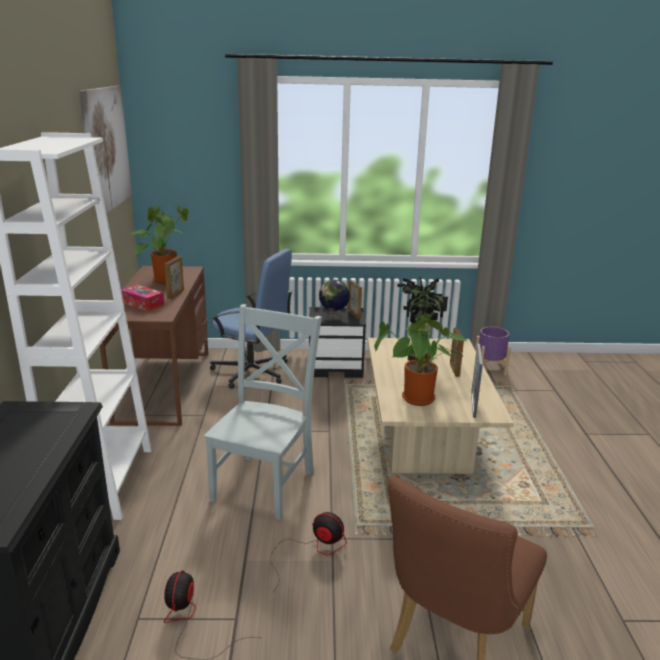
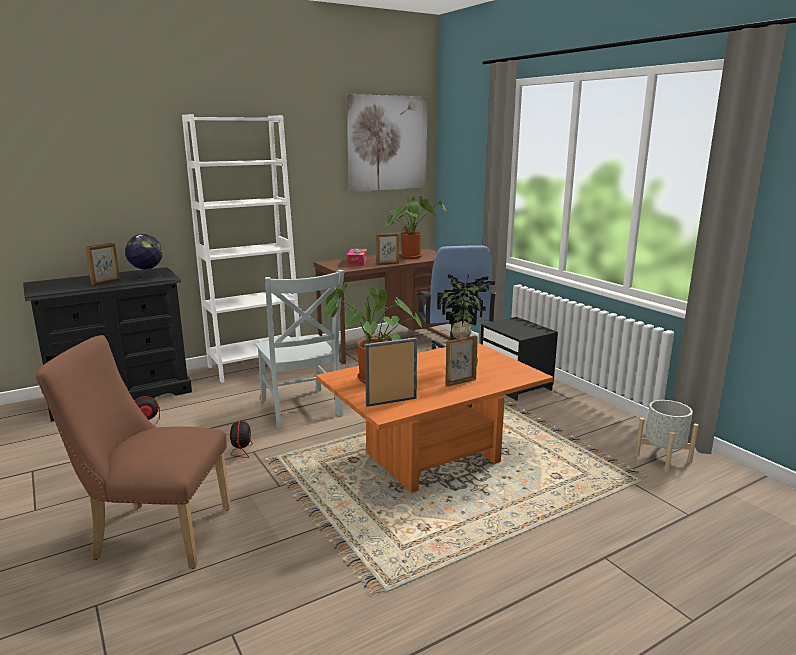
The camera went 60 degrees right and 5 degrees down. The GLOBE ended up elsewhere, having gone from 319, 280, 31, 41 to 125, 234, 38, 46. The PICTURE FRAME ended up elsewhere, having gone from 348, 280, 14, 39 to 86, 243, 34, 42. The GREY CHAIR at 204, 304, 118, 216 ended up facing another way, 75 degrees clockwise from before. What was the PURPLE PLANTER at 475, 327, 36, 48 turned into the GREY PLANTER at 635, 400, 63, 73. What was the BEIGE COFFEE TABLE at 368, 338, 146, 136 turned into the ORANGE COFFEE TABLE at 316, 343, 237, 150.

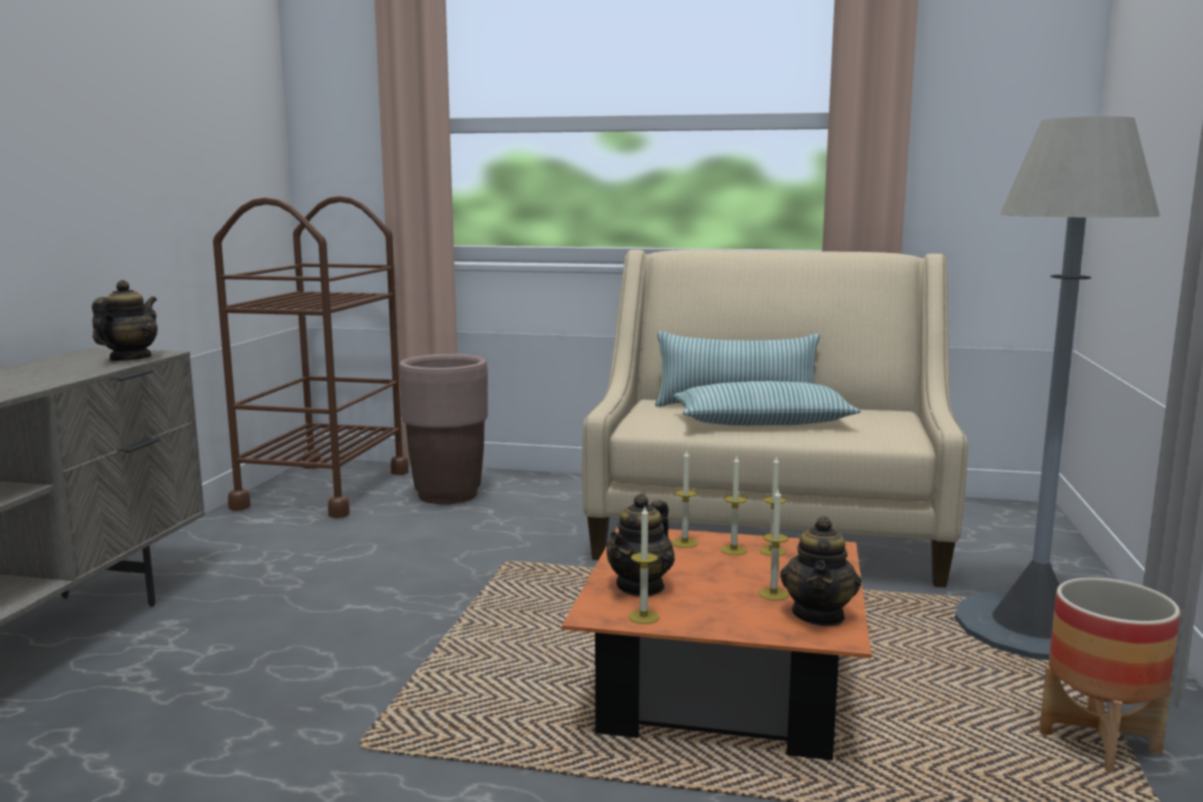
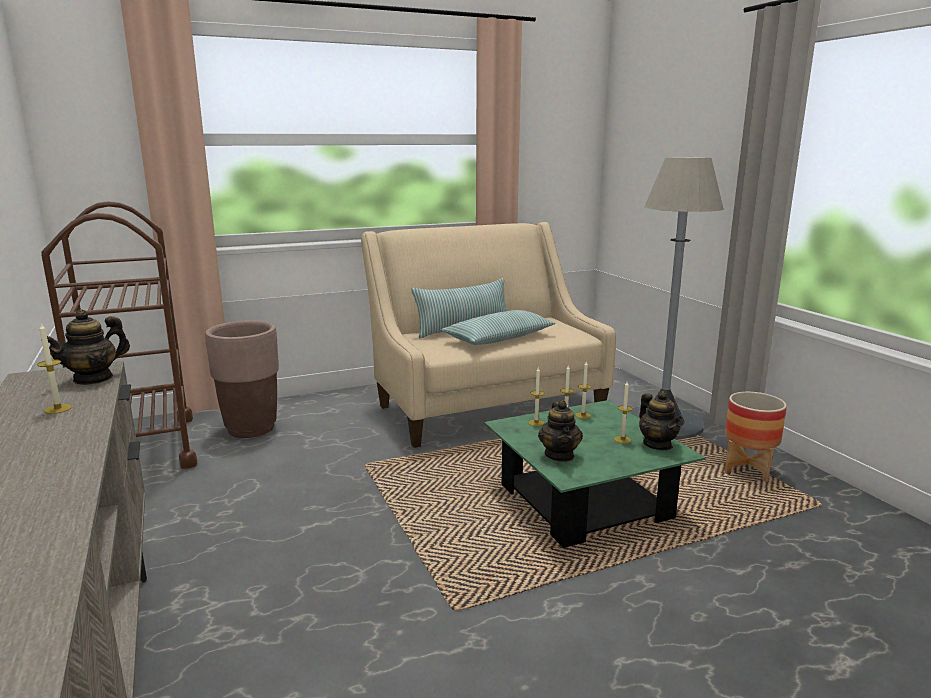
The camera went 35 degrees left and 5 degrees up. The TEAPOT at 92, 280, 66, 81 ended up facing another way, 120 degrees counterclockwise from before. The CANDLE ended up elsewhere, having gone from 628, 507, 31, 117 to 37, 323, 35, 91. What was the ORANGE COFFEE TABLE at 562, 526, 309, 234 turned into the GREEN COFFEE TABLE at 484, 400, 222, 148.

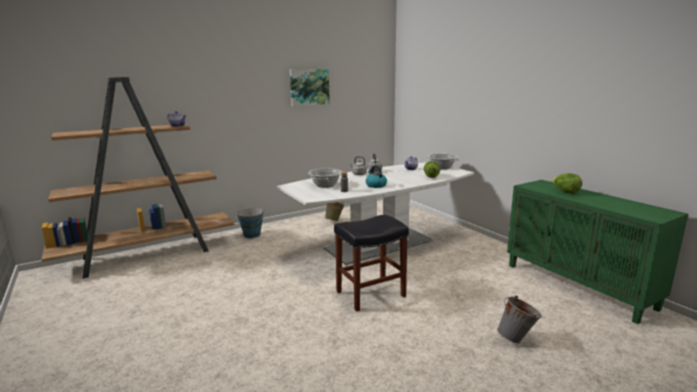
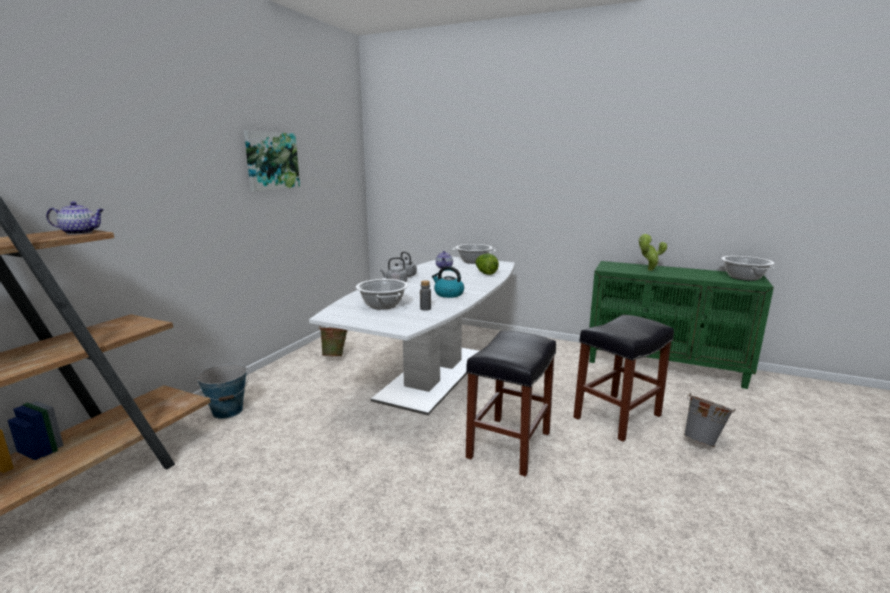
The camera went 35 degrees left and 0 degrees up. Where the LETTUCE stood at 551, 173, 31, 21, the POTTED PLANT came to stand at 639, 234, 28, 37. The second view gained the COOKING POT at 721, 256, 55, 25. The second view gained the BLACK STOOL at 573, 315, 101, 127.

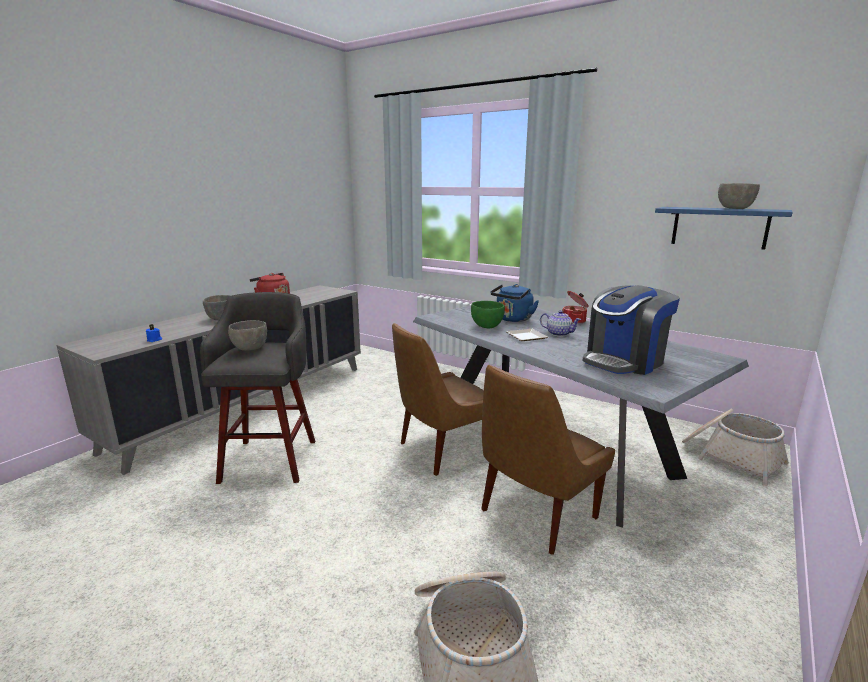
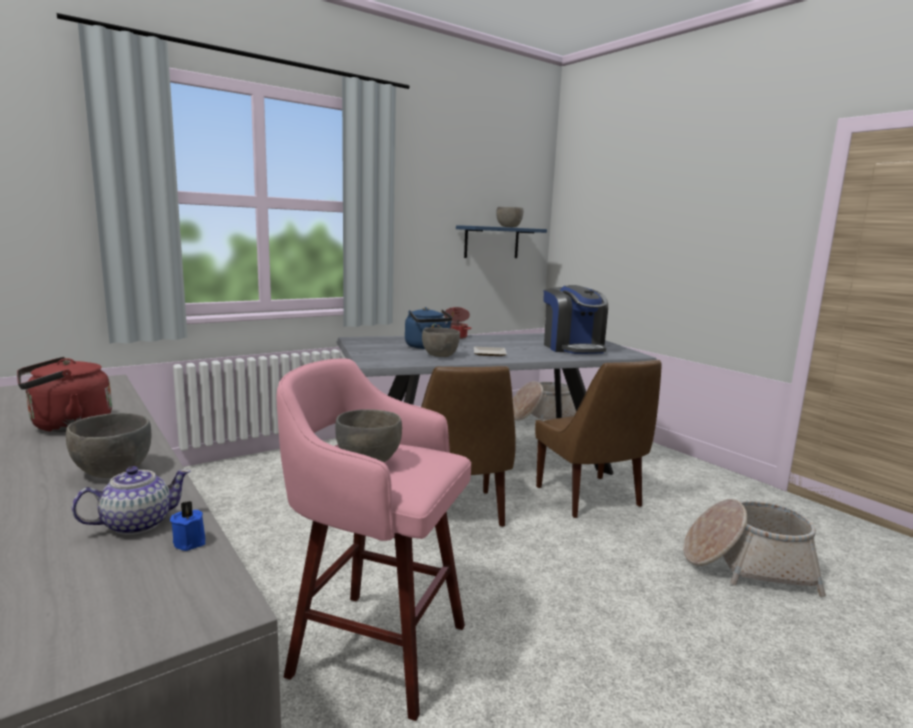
The camera went 70 degrees left and 5 degrees down. What was the GREY STOOL at 200, 292, 115, 192 turned into the PINK STOOL at 276, 359, 195, 362. What was the GREEN BOWL at 471, 301, 34, 27 turned into the GREY BOWL at 422, 328, 38, 29. The TEAPOT ended up elsewhere, having gone from 540, 310, 41, 27 to 72, 466, 118, 69.

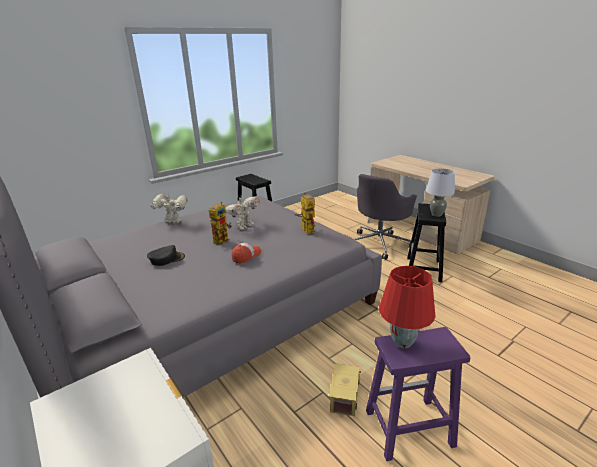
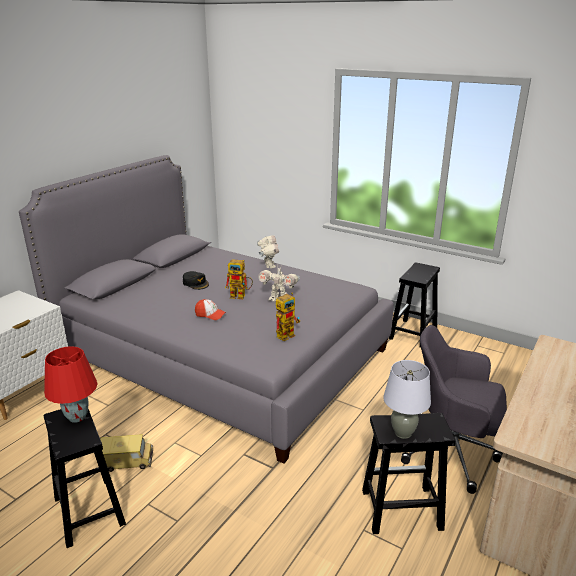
The camera went 70 degrees right and 0 degrees up. What was the PURPLE STOOL at 366, 327, 104, 134 turned into the BLACK STOOL at 43, 409, 83, 139.

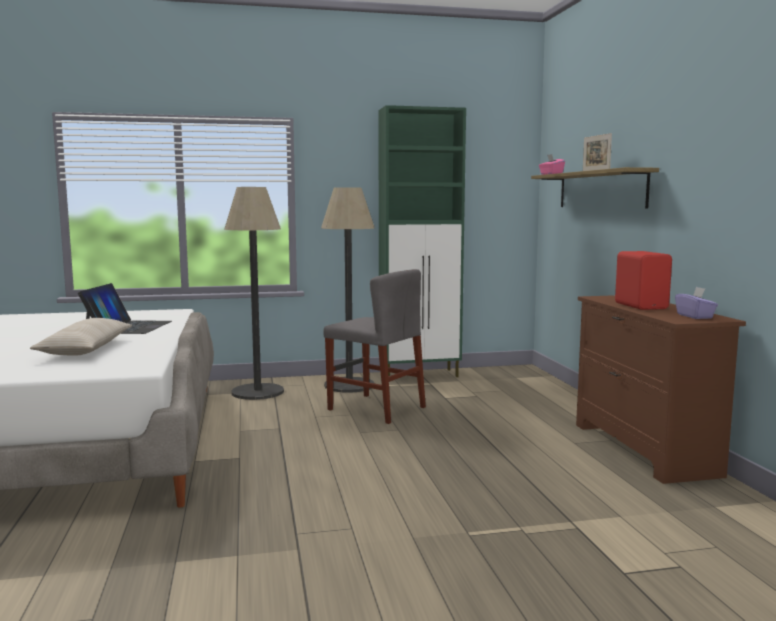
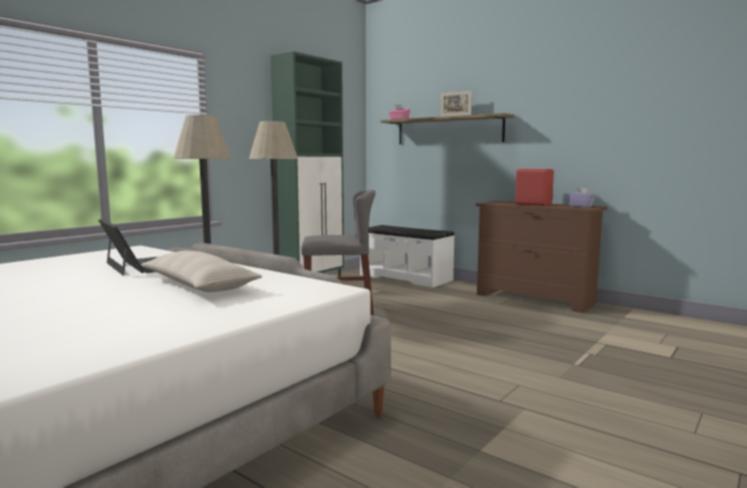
The camera went 40 degrees left and 0 degrees up. The second view gained the WHITE BENCH at 360, 225, 95, 63.

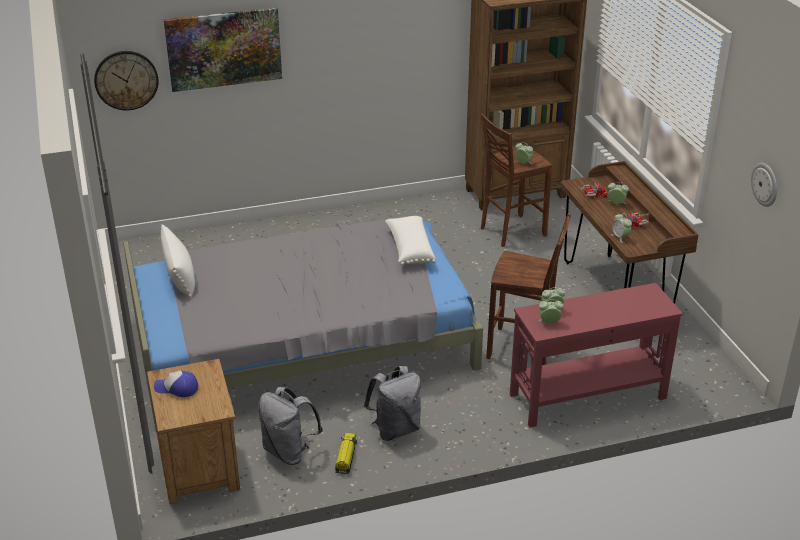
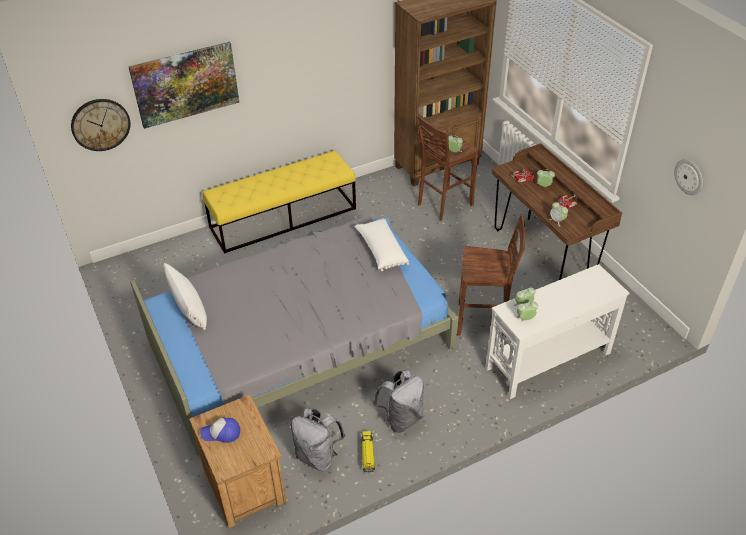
The camera went 10 degrees left and 10 degrees up. What was the RED CONSOLE TABLE at 510, 283, 173, 145 turned into the WHITE CONSOLE TABLE at 485, 264, 144, 135. The second view gained the YELLOW BENCH at 202, 151, 154, 103.

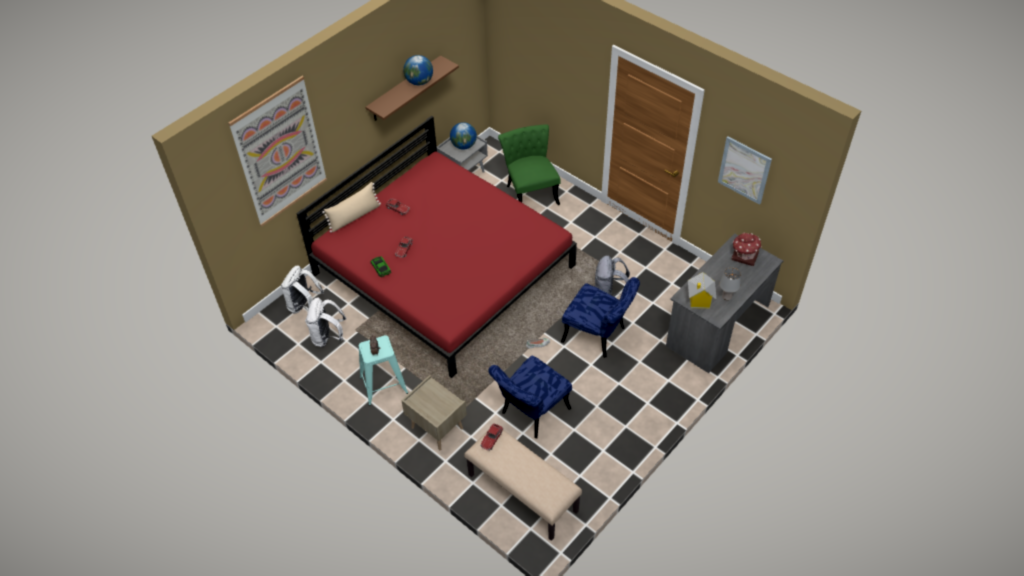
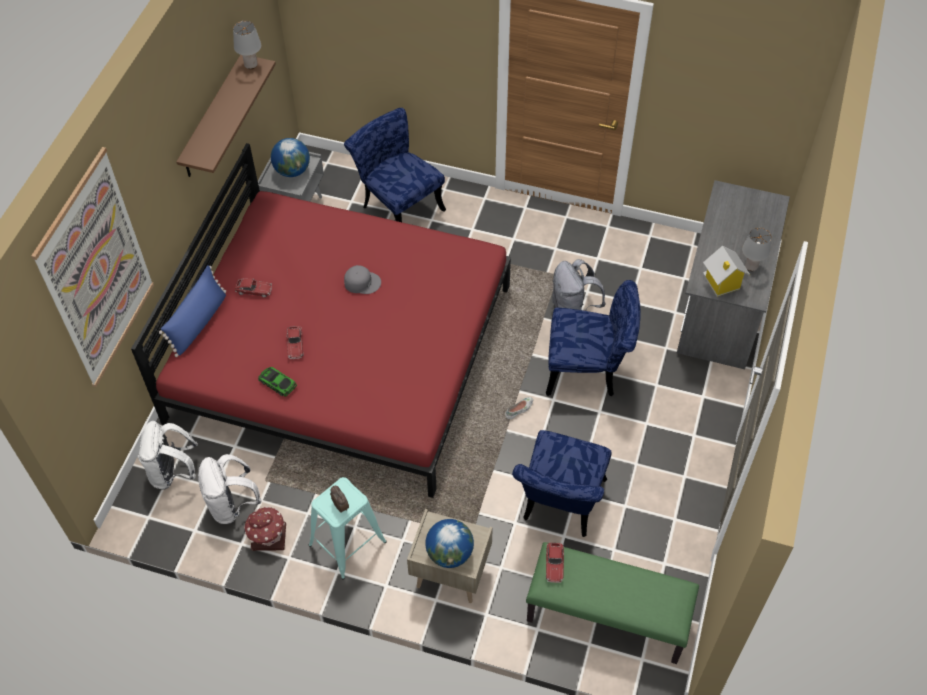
The camera went 25 degrees left and 5 degrees up. The GLOBE ended up elsewhere, having gone from 403, 55, 30, 30 to 425, 519, 49, 49. What was the GREEN CHAIR at 498, 124, 63, 81 turned into the BLUE CHAIR at 344, 108, 102, 114. The second view lost the PICTURE at 718, 136, 54, 69. What was the BEIGE PILLOW at 322, 182, 59, 51 turned into the BLUE PILLOW at 159, 265, 67, 92. The TOY HOUSE ended up elsewhere, having gone from 731, 233, 31, 33 to 244, 506, 42, 45. What was the BEIGE BENCH at 464, 430, 118, 111 turned into the GREEN BENCH at 526, 542, 173, 122. The second view gained the GREY TABLE LAMP at 233, 21, 28, 48. The second view gained the GREY CAP at 344, 265, 37, 29.

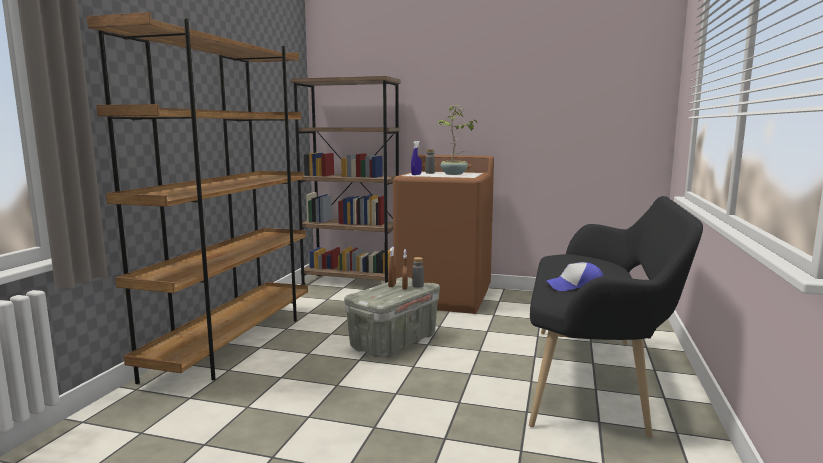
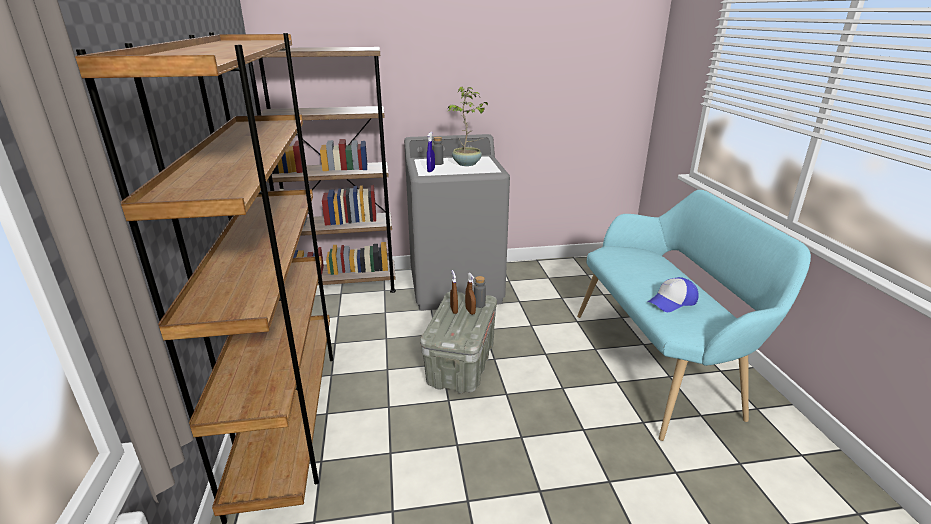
The camera went 25 degrees left and 15 degrees up. What was the BROWN WASHING MACHINE at 393, 155, 101, 159 turned into the GREY WASHING MACHINE at 404, 134, 106, 177. What was the BLACK BENCH at 529, 196, 174, 242 turned into the TURQUOISE BENCH at 577, 190, 234, 251.

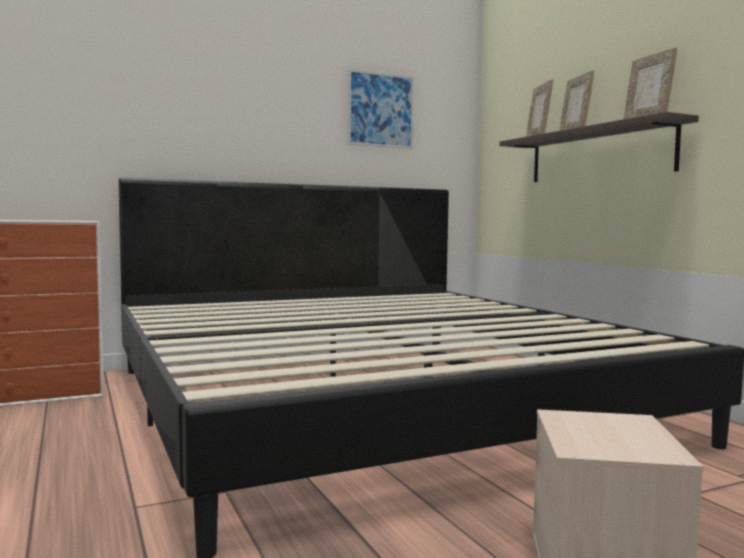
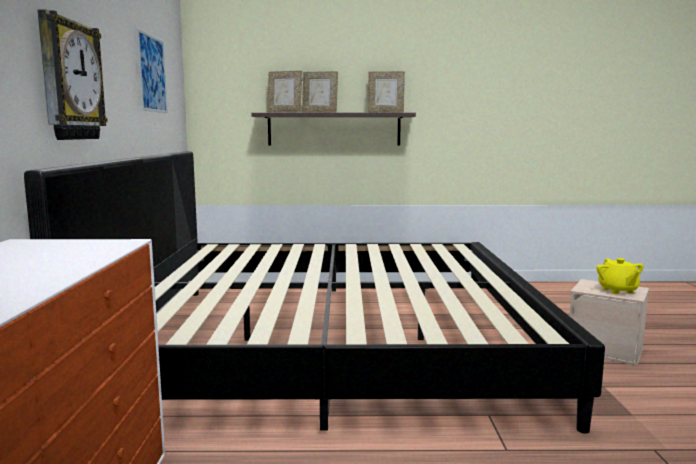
The camera went 65 degrees left and 5 degrees up. The second view gained the WALL CLOCK at 38, 9, 70, 131. The second view gained the YELLOW TEAPOT at 596, 258, 48, 36.

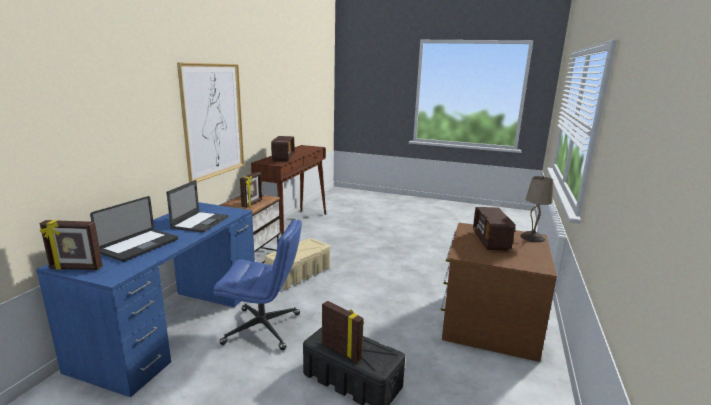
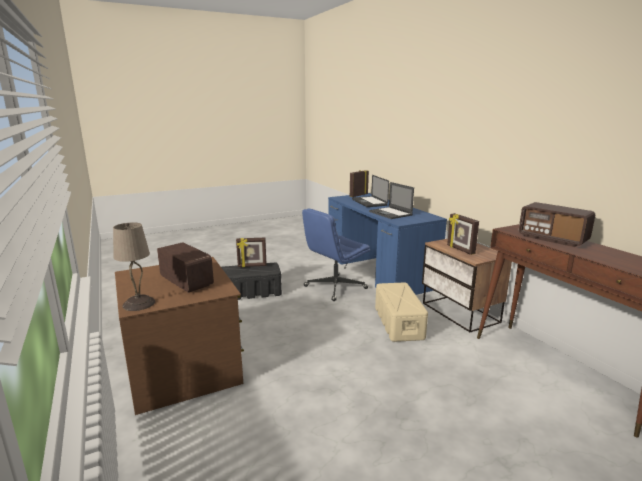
The camera went 135 degrees right and 0 degrees up. The second view lost the PICTURE at 177, 62, 67, 121.

